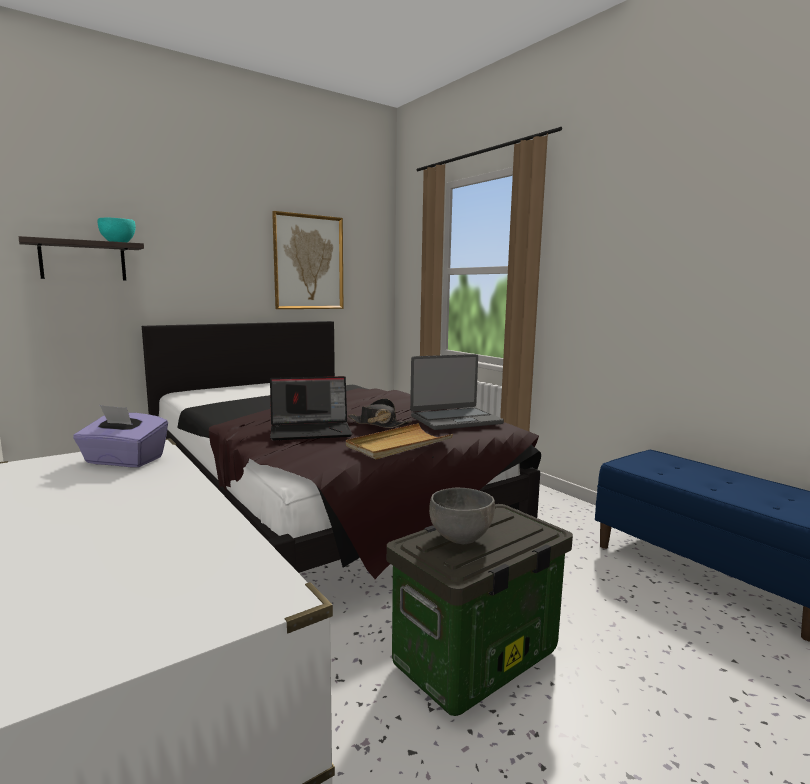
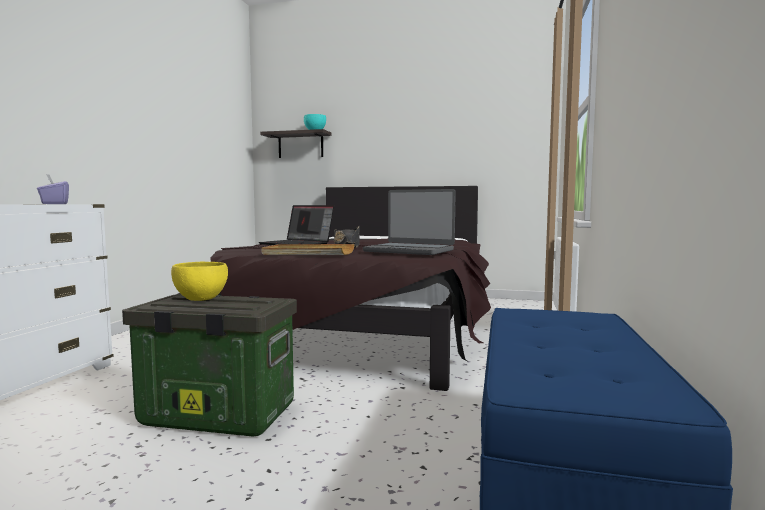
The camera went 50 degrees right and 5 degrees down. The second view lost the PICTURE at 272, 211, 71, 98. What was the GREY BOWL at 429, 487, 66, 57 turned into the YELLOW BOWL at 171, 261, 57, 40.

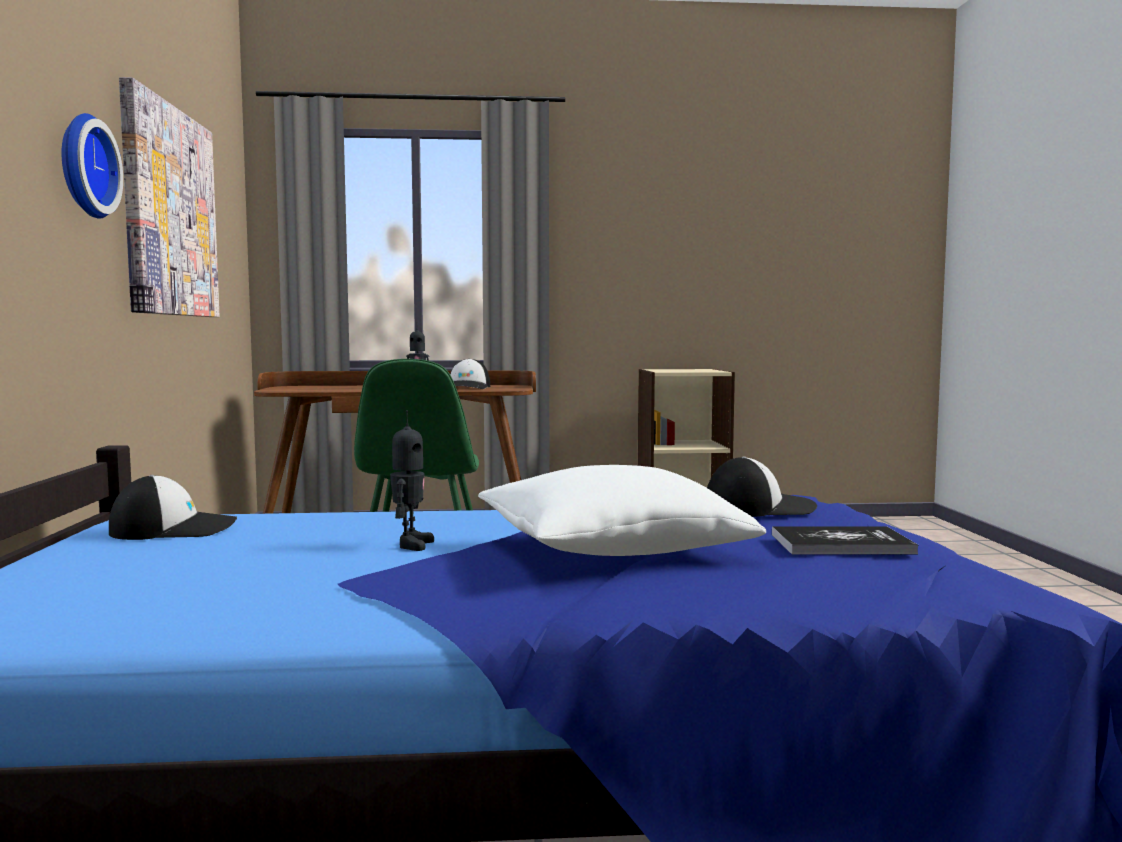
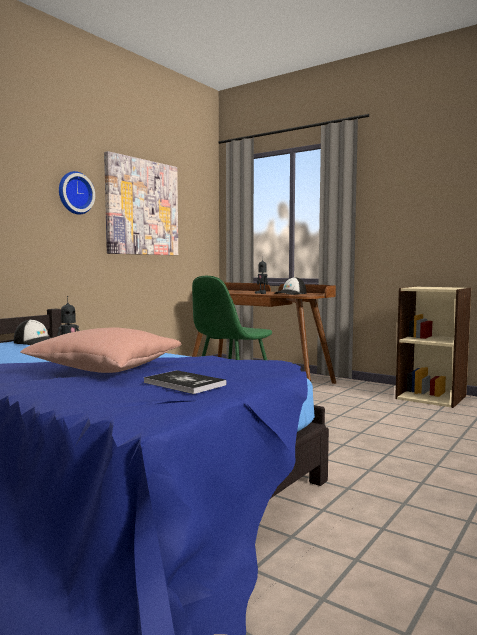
The camera went 40 degrees right and 0 degrees up. The second view lost the CAP at 707, 457, 110, 60. What was the WHITE PILLOW at 478, 465, 288, 91 turned into the PINK PILLOW at 20, 327, 161, 46.

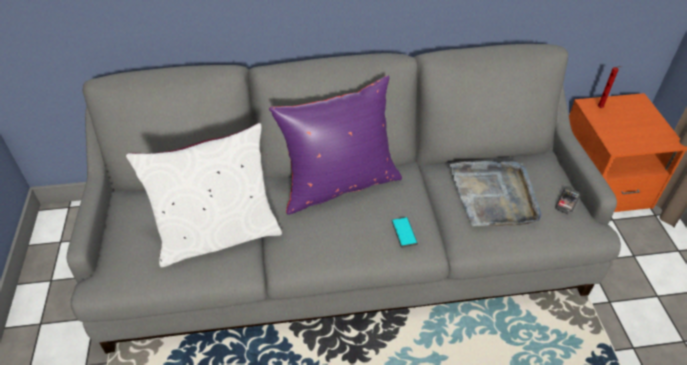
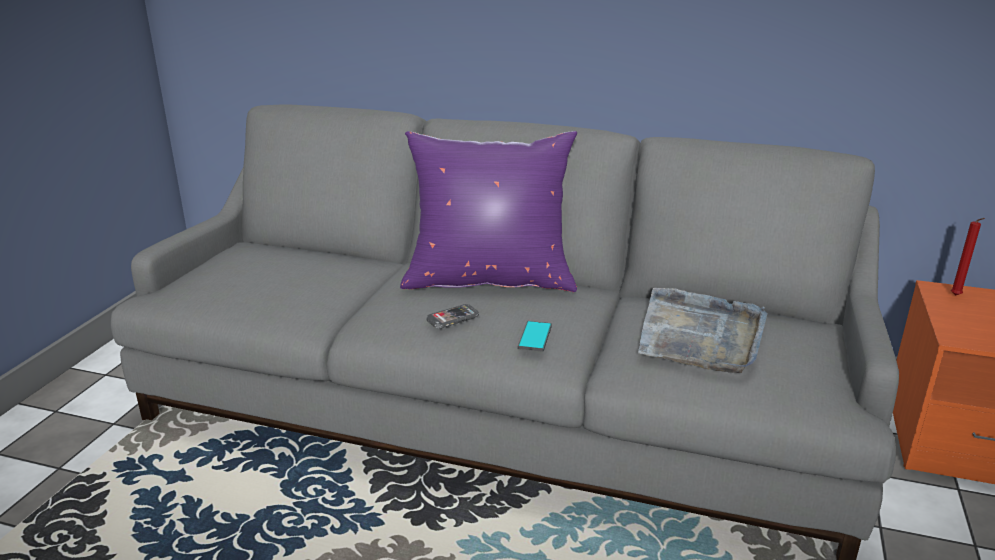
The camera went 25 degrees right and 20 degrees down. The second view lost the WHITE PILLOW at 126, 123, 156, 144. The PHONE ended up elsewhere, having gone from 555, 188, 25, 26 to 426, 304, 53, 25.

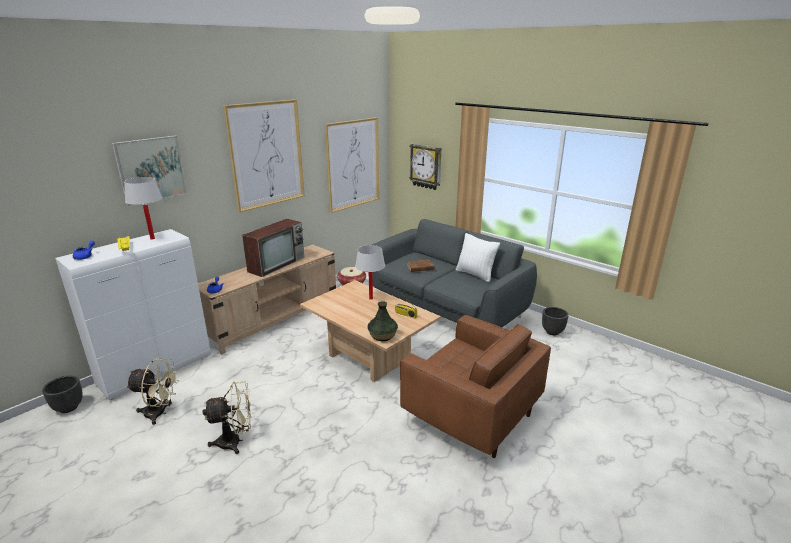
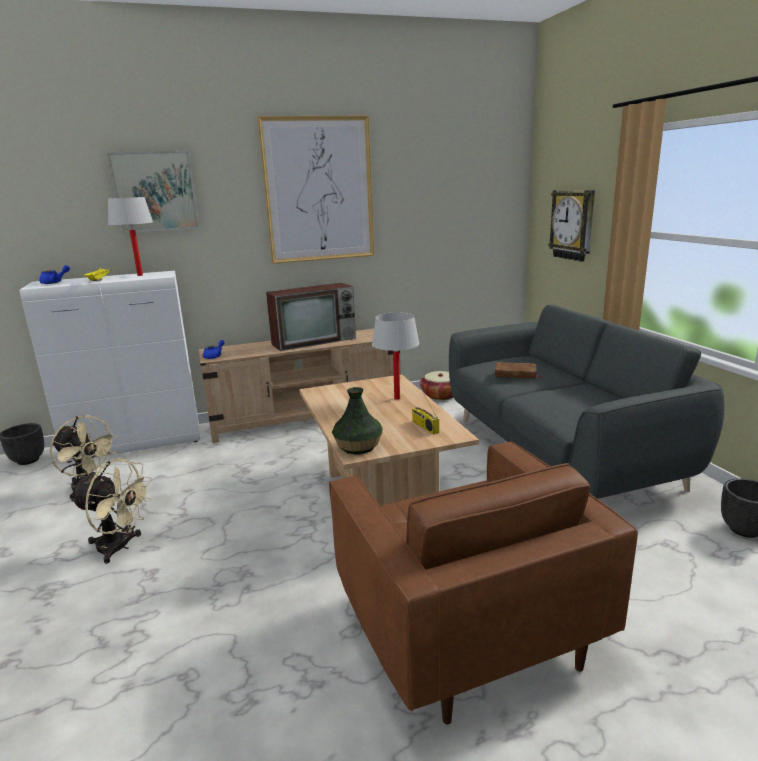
The camera went 30 degrees right and 5 degrees down. The second view lost the PICTURE at 325, 117, 54, 96. The second view lost the WHITE PILLOW at 456, 233, 44, 49.

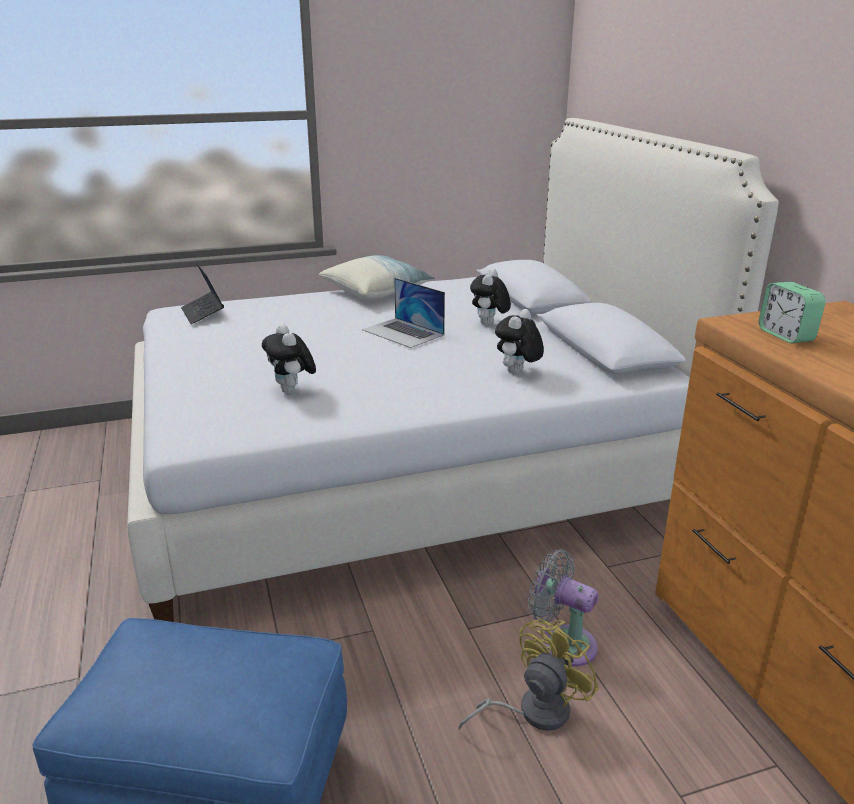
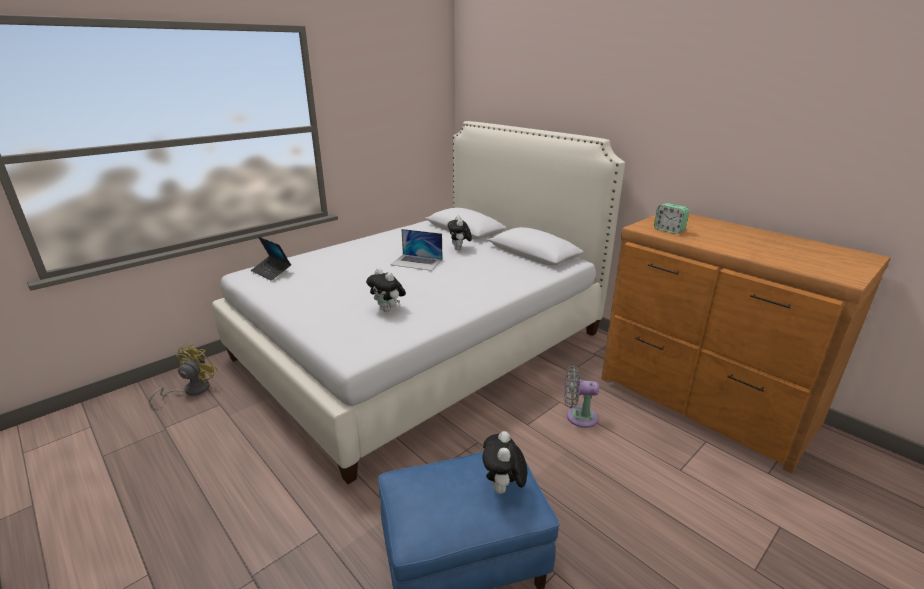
The camera went 25 degrees left and 0 degrees up. The second view lost the PILLOW at 319, 255, 116, 44. The PLUSH TOY ended up elsewhere, having gone from 495, 309, 49, 64 to 482, 431, 45, 63. The YELLOW FAN ended up elsewhere, having gone from 458, 619, 141, 112 to 149, 343, 69, 63.

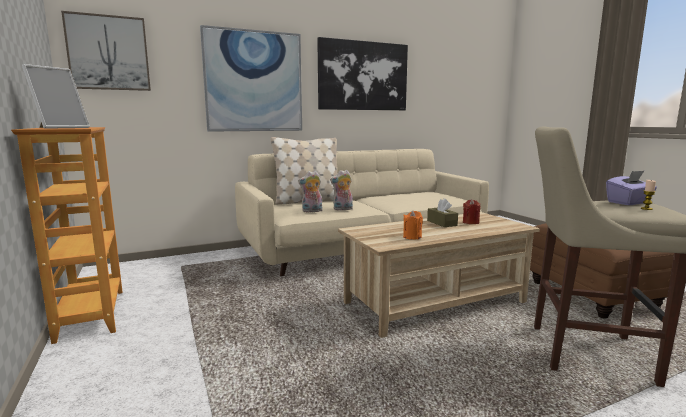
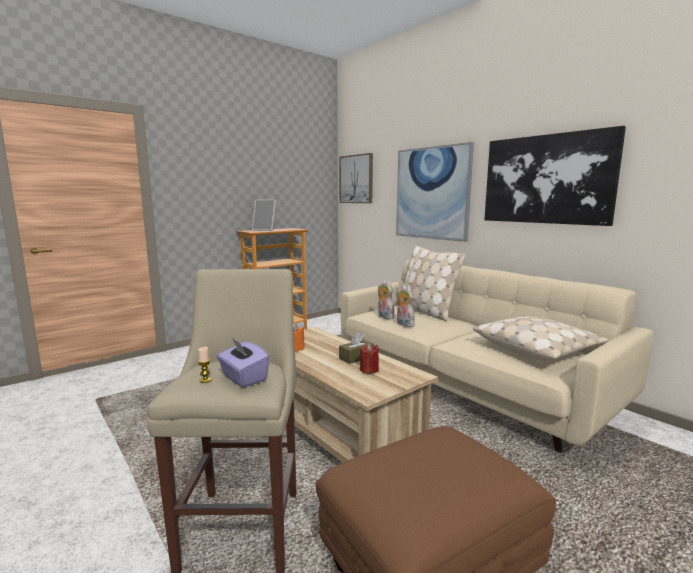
The camera went 75 degrees right and 0 degrees up. The second view gained the BEIGE PILLOW at 473, 316, 136, 44.

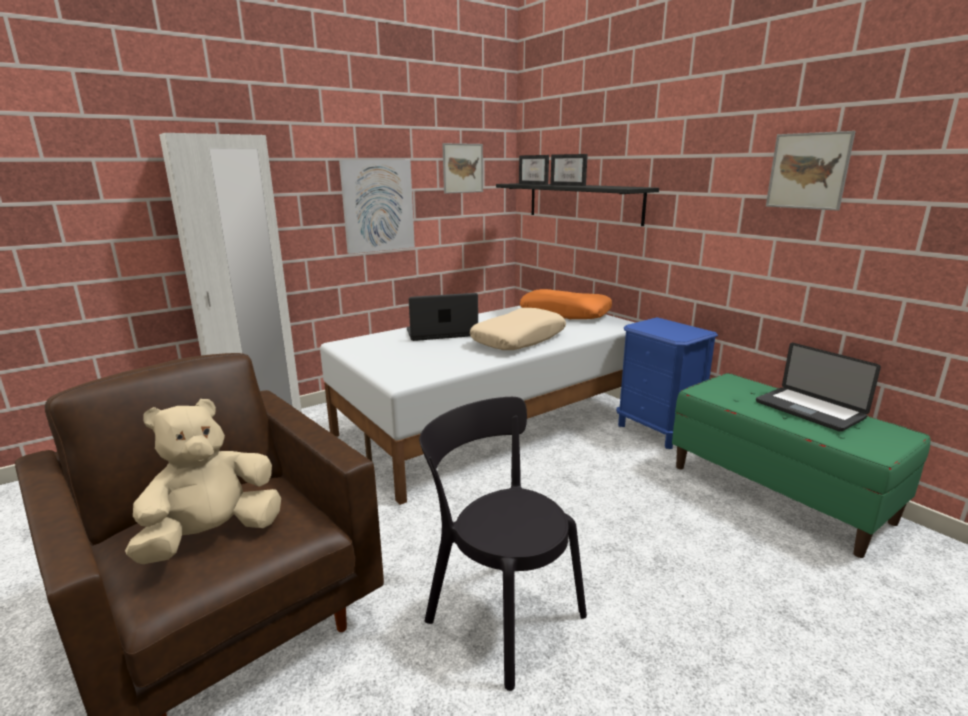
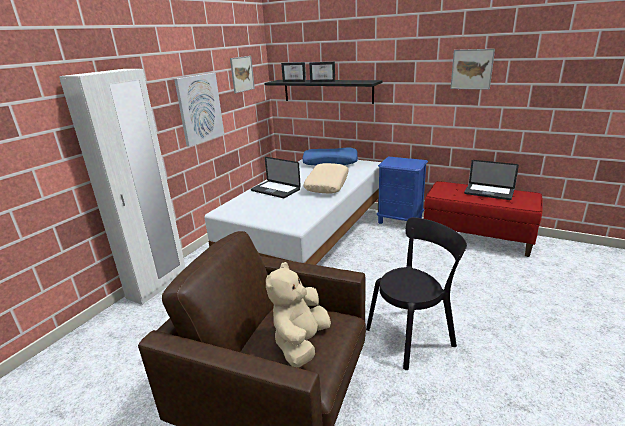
The camera went 25 degrees left and 5 degrees up. What was the ORANGE PILLOW at 520, 289, 92, 30 turned into the BLUE PILLOW at 302, 147, 56, 18. The LAPTOP at 407, 293, 71, 48 ended up facing another way, 105 degrees counterclockwise from before. What was the GREEN BENCH at 672, 373, 259, 185 turned into the RED BENCH at 424, 181, 119, 76. The BLACK CHAIR at 419, 397, 168, 294 ended up facing another way, 135 degrees clockwise from before.

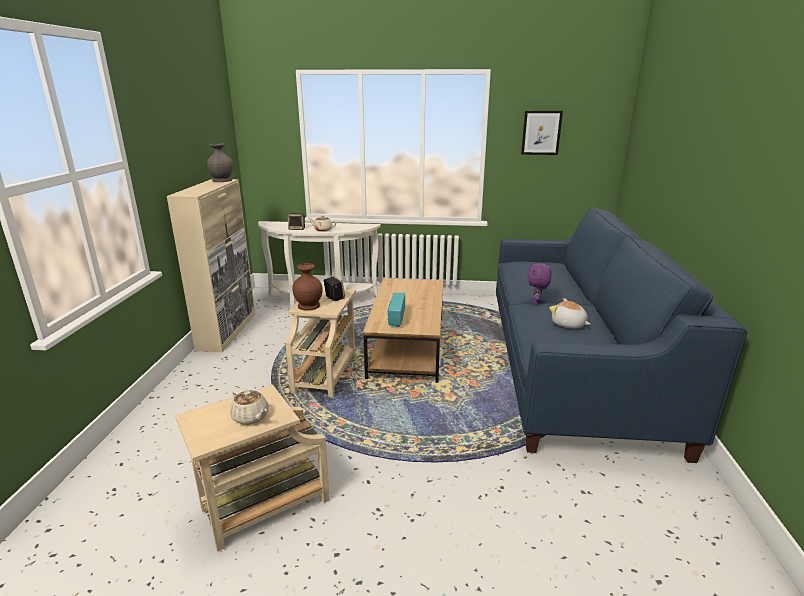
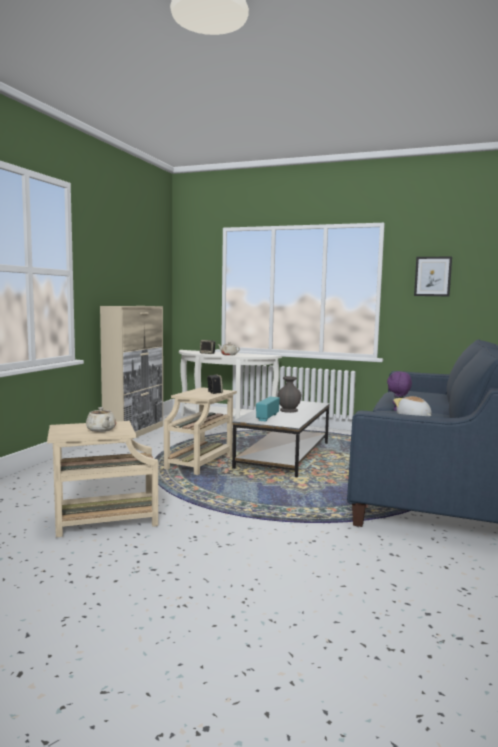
The camera went 15 degrees right and 15 degrees down. The GREY VASE ended up elsewhere, having gone from 207, 143, 26, 39 to 278, 376, 23, 37. The second view lost the BROWN VASE at 292, 263, 31, 48. What was the BROWN COFFEE TABLE at 363, 278, 80, 105 turned into the GREY COFFEE TABLE at 232, 401, 98, 76.

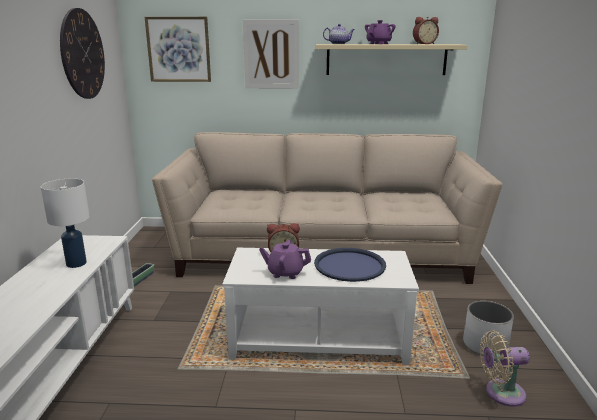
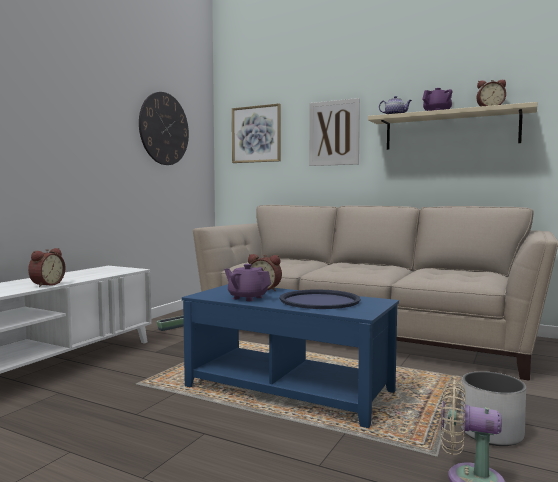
The camera went 25 degrees right and 15 degrees down. The second view lost the WHITE TABLE LAMP at 41, 178, 49, 90. What was the WHITE COFFEE TABLE at 222, 248, 197, 117 turned into the BLUE COFFEE TABLE at 182, 284, 217, 144. The second view gained the ALARM CLOCK at 28, 248, 38, 39.

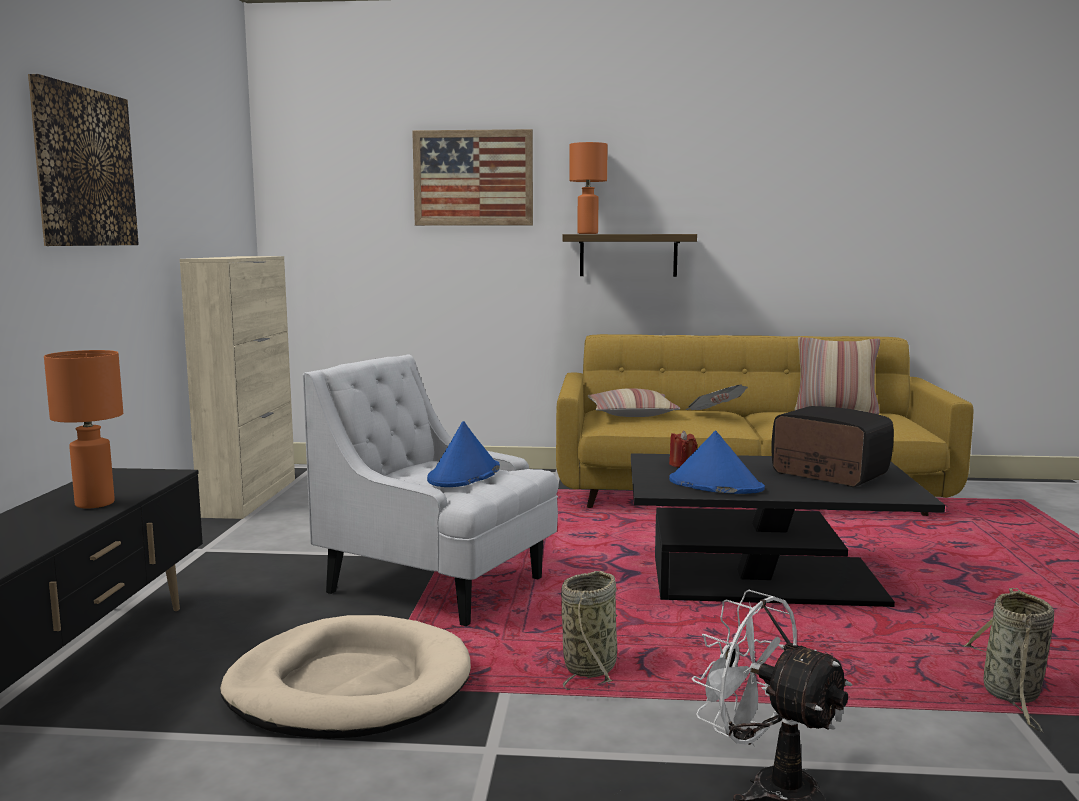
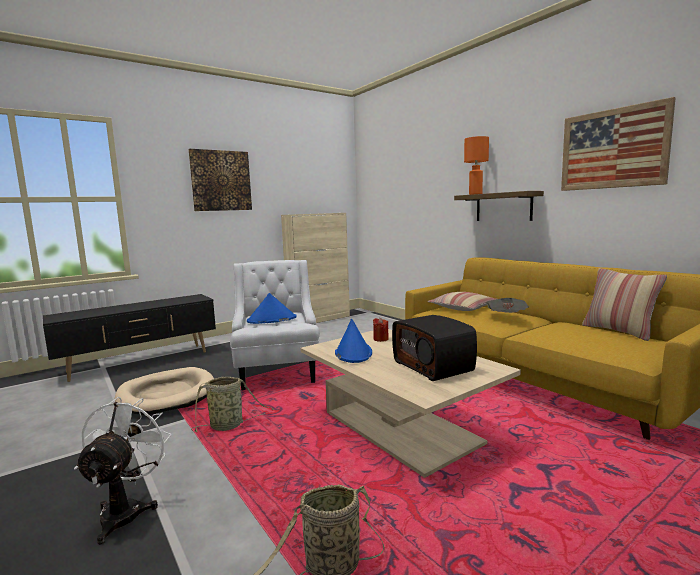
The camera went 50 degrees right and 0 degrees up. The PICTURE ended up elsewhere, having gone from 412, 129, 121, 97 to 561, 97, 115, 94. The second view lost the ORANGE TABLE LAMP at 44, 350, 79, 159. The RADIO at 772, 406, 122, 81 ended up facing another way, 150 degrees clockwise from before. What was the BLACK COFFEE TABLE at 631, 453, 314, 154 turned into the BEIGE COFFEE TABLE at 300, 329, 221, 149.

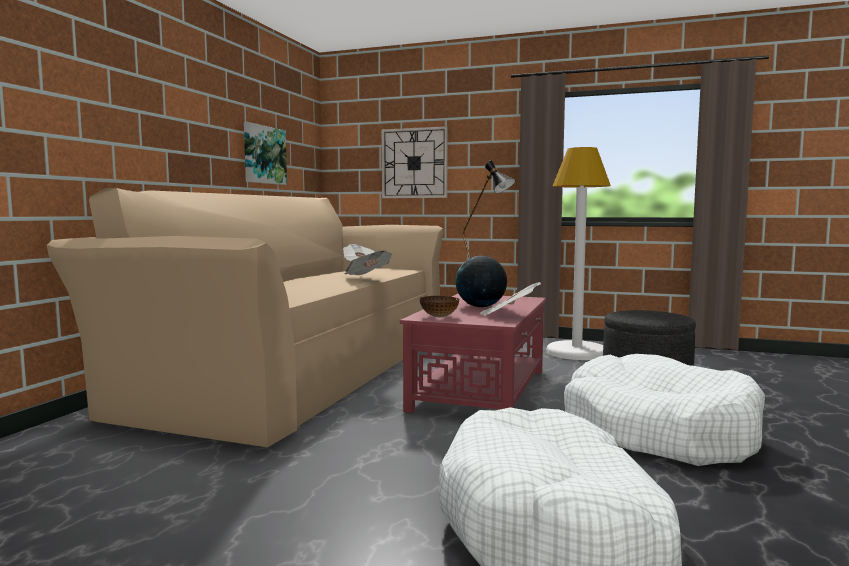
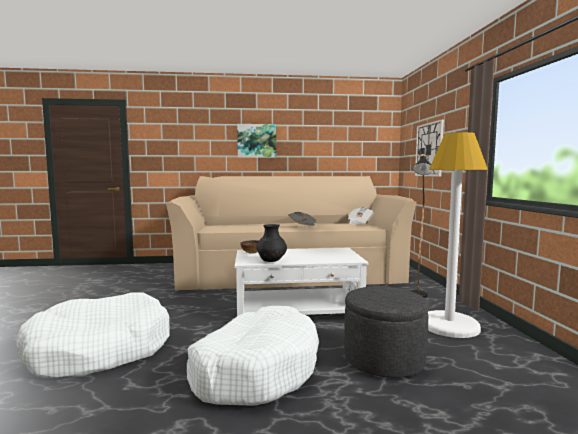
The camera went 65 degrees right and 0 degrees up. The PICTURE ended up elsewhere, having gone from 244, 122, 43, 63 to 237, 124, 39, 34. The second view lost the GLOBE at 455, 256, 52, 51. Where the NEWSPAPER stood at 480, 282, 61, 34, the BLACK VASE came to stand at 256, 224, 31, 38. What was the RED COFFEE TABLE at 400, 294, 146, 119 turned into the WHITE COFFEE TABLE at 235, 248, 134, 68.

